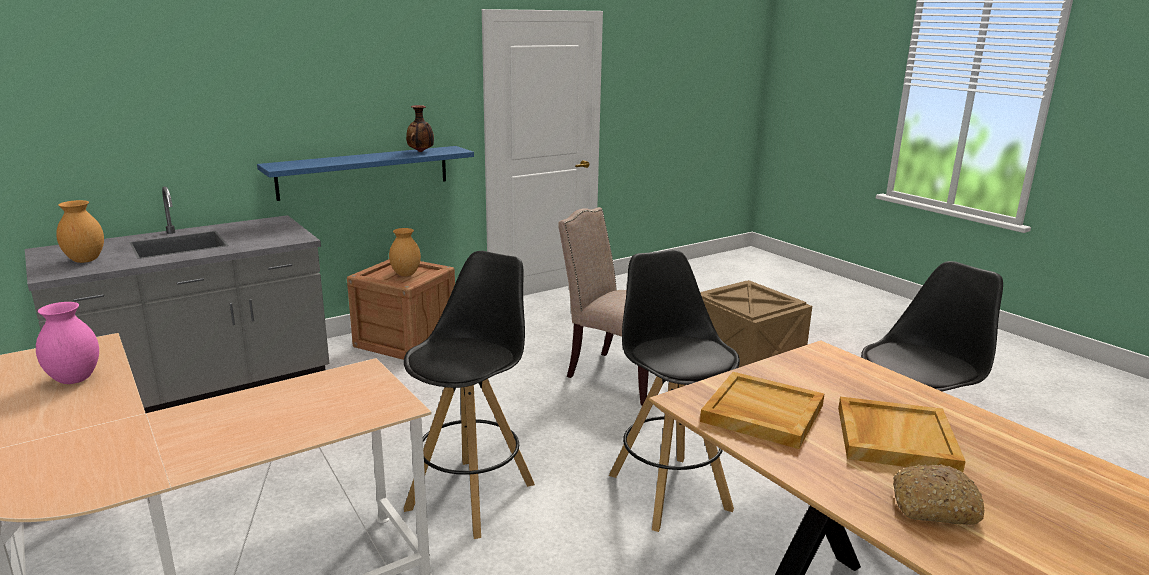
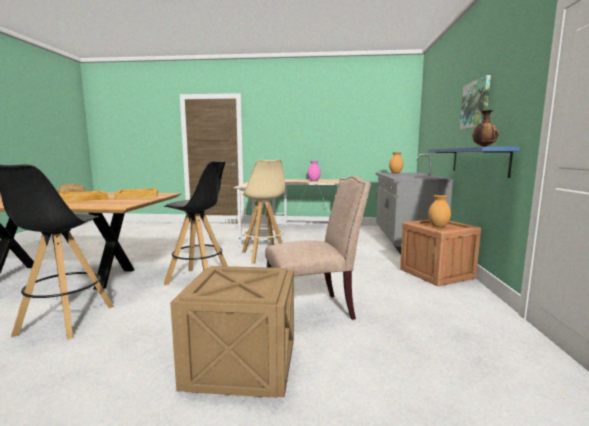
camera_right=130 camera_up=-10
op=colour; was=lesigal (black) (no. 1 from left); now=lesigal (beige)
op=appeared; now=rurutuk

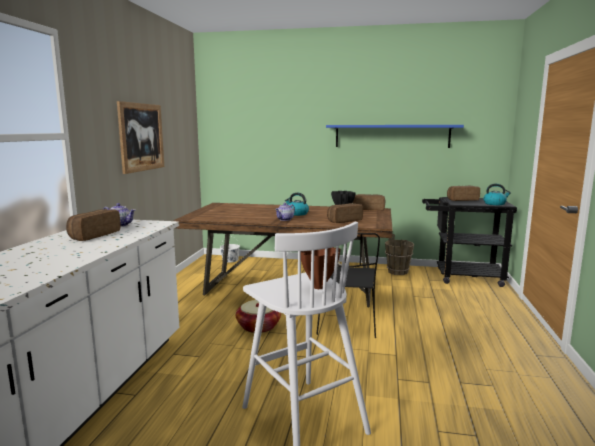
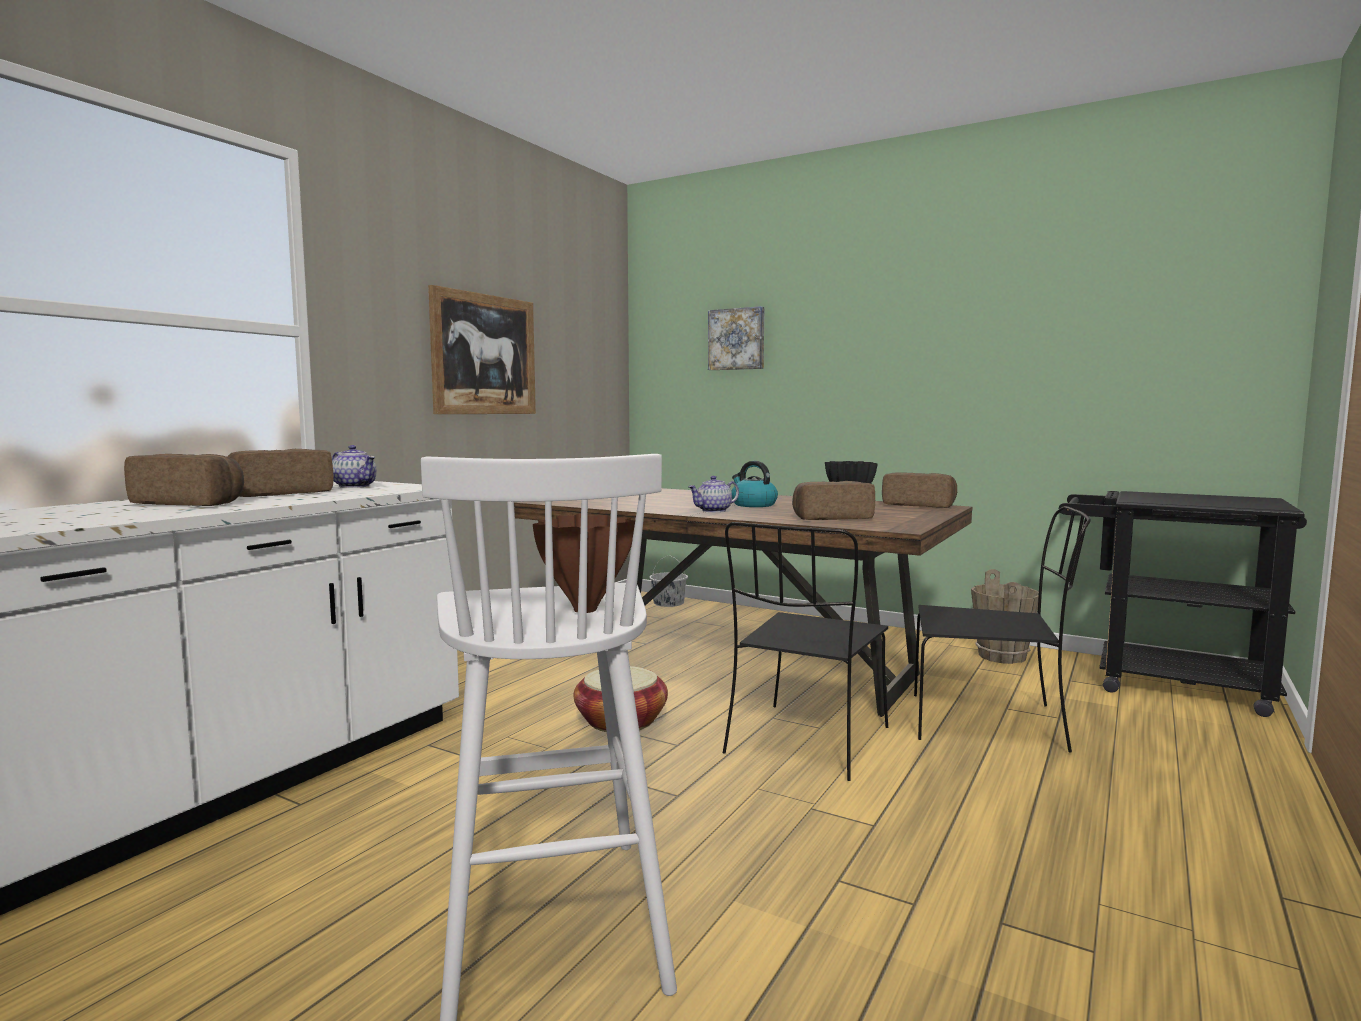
camera_right=20 camera_up=-5
op=missing; was=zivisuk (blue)
op=missing; was=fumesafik (no. 2 from left)
op=relocated; was=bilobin (no. 4 from left in the first image); now=bilobin (no. 1 from left)
op=appeared; now=rurutuk (no. 2 from left)
op=appeared; now=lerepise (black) (no. 2 from left)

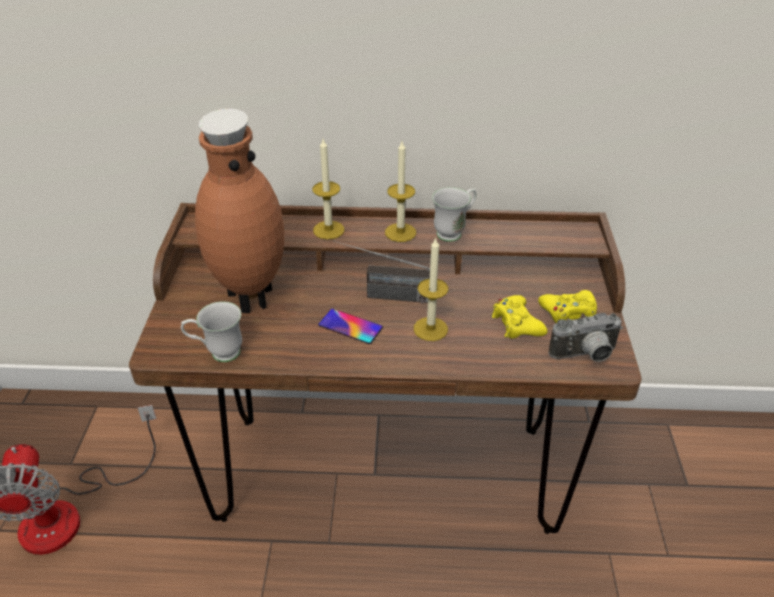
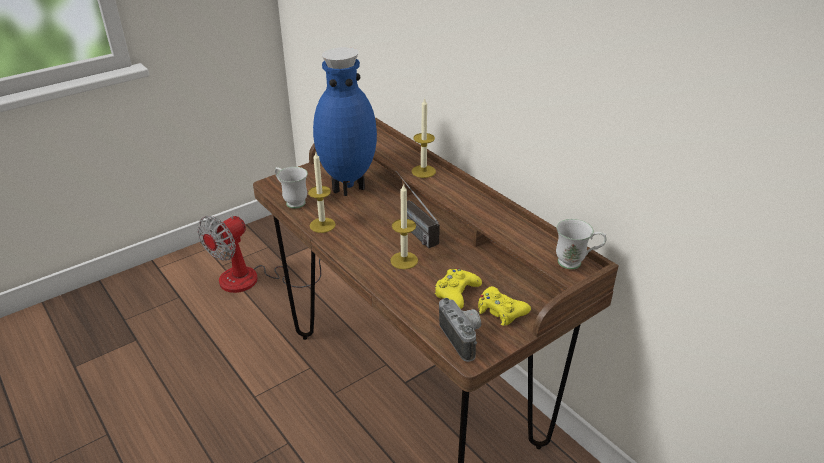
camera_right=50 camera_up=-5
op=colour; was=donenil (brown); now=donenil (blue)
op=relocated; was=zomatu (no. 2 from left in the first image); now=zomatu (no. 1 from left)
op=relocated; was=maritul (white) (no. 2 from left)
op=missing; was=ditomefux
op=spun; was=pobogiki; clockwise=-150

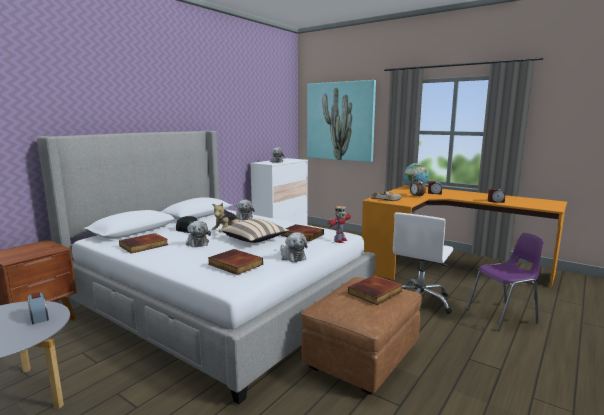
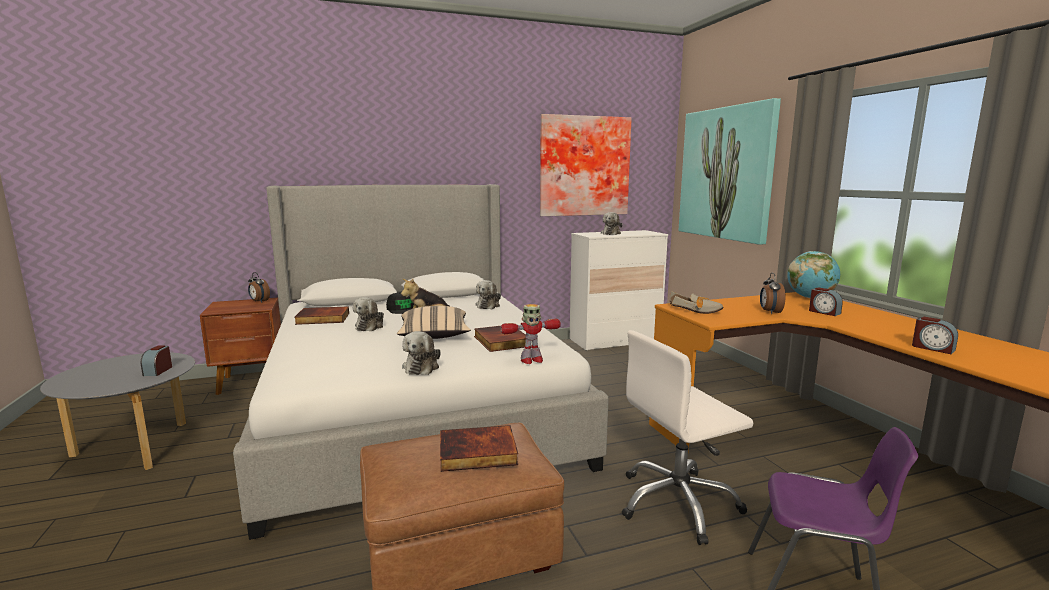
camera_right=35 camera_up=0
op=missing; was=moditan (no. 2 from left)
op=appeared; now=rurutuk (no. 1 from left)
op=appeared; now=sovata (no. 2 from left)

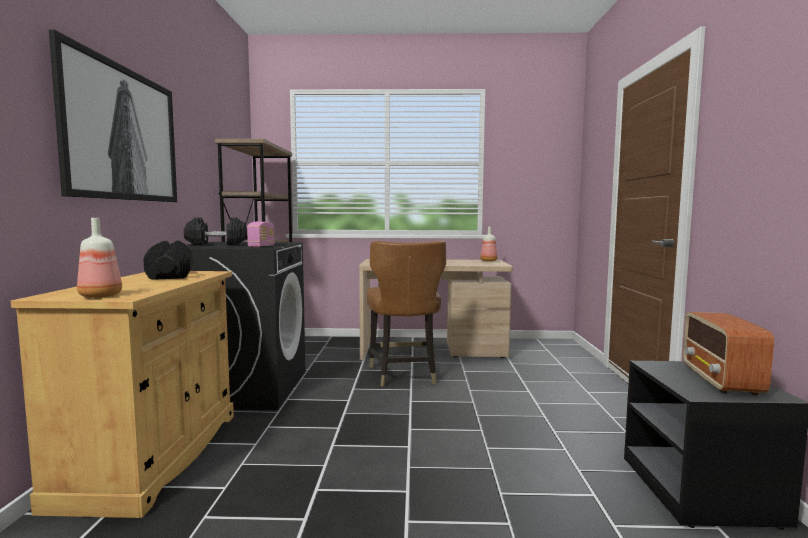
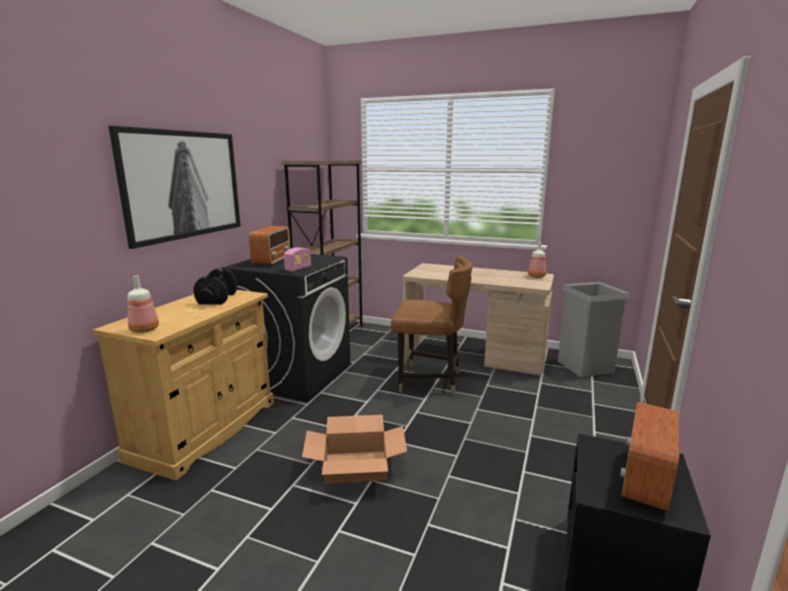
camera_right=20 camera_up=10
op=exchanged; was=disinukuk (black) (no. 2 from left); now=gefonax (no. 1 from left)
op=spun; was=lerepise (brown); clockwise=-90
op=appeared; now=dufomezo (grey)
op=appeared; now=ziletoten

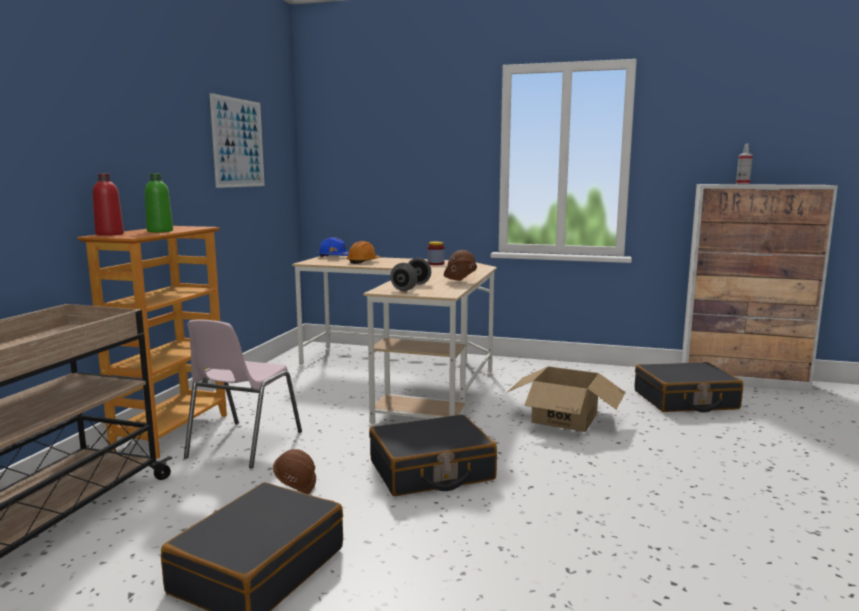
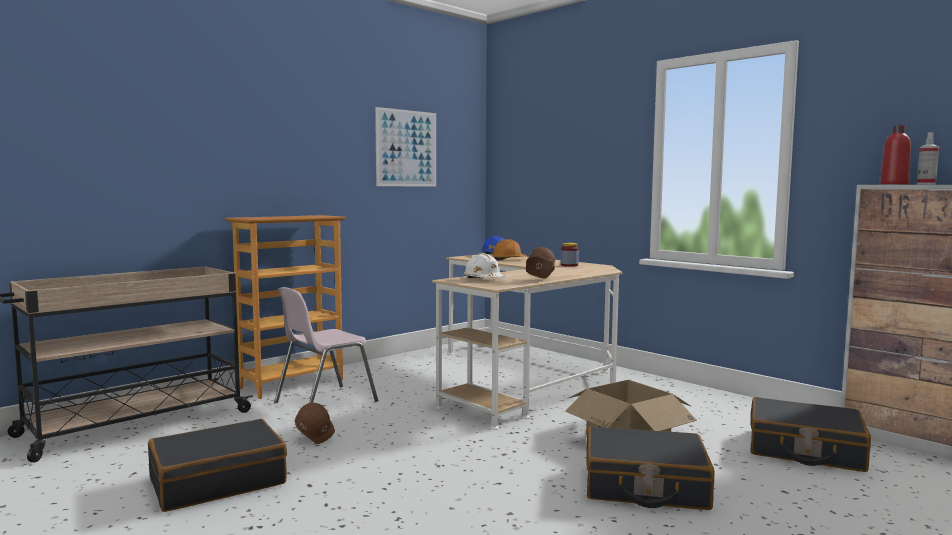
camera_right=30 camera_up=-5
op=relocated; was=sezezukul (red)
op=missing; was=sezezukul (green)
op=exchanged; was=disinukuk (grey); now=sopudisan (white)
op=relocated; was=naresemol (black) (no. 2 from left)

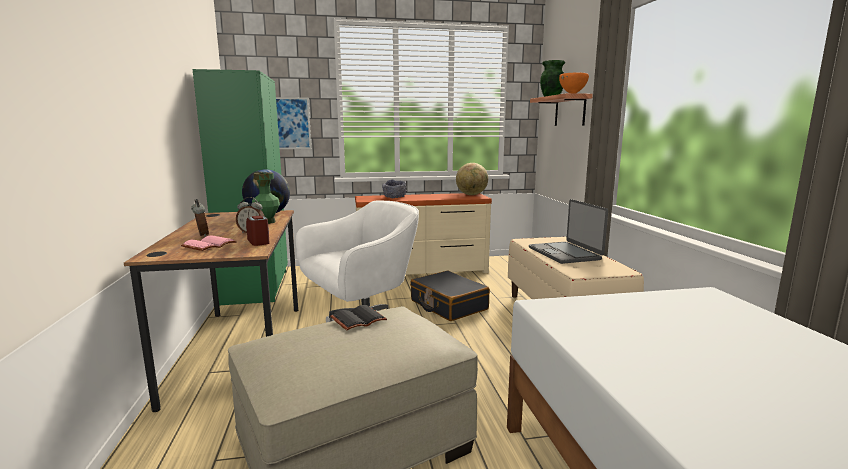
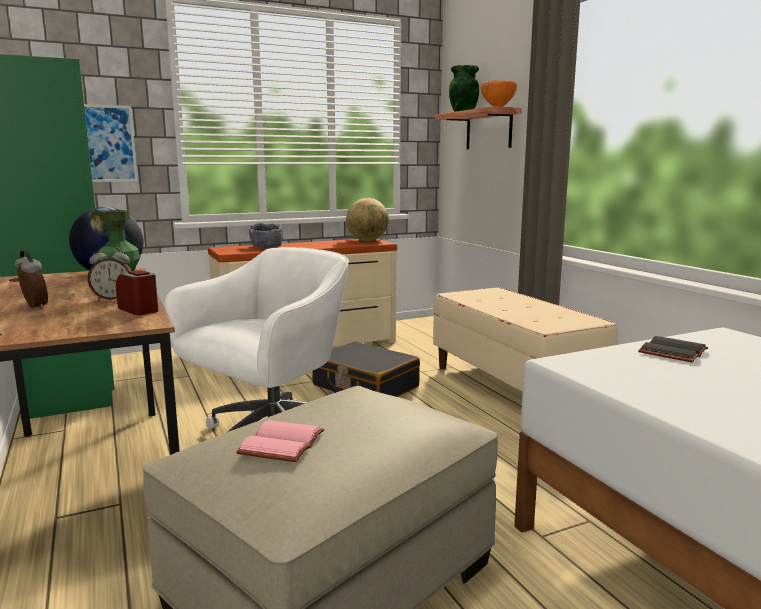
camera_right=-15 camera_up=0
op=missing; was=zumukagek
op=relocated; was=moditan (pink)
op=relocated; was=moditan (black)

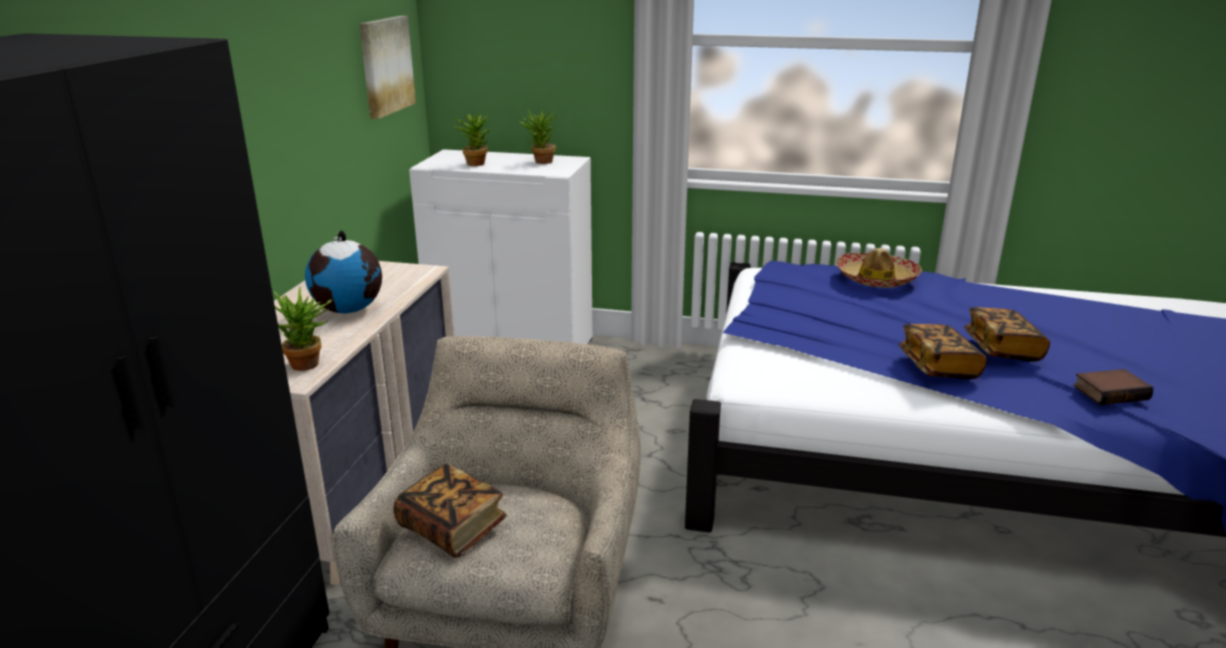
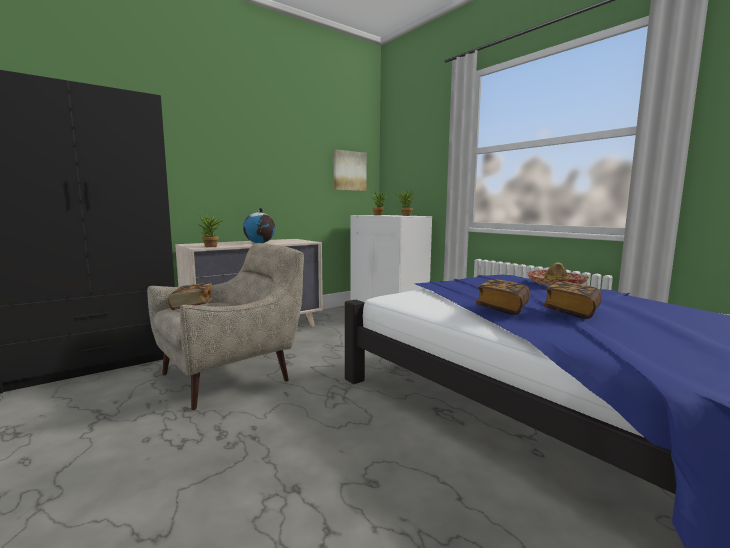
camera_right=40 camera_up=-15
op=missing; was=moditan (no. 4 from left)

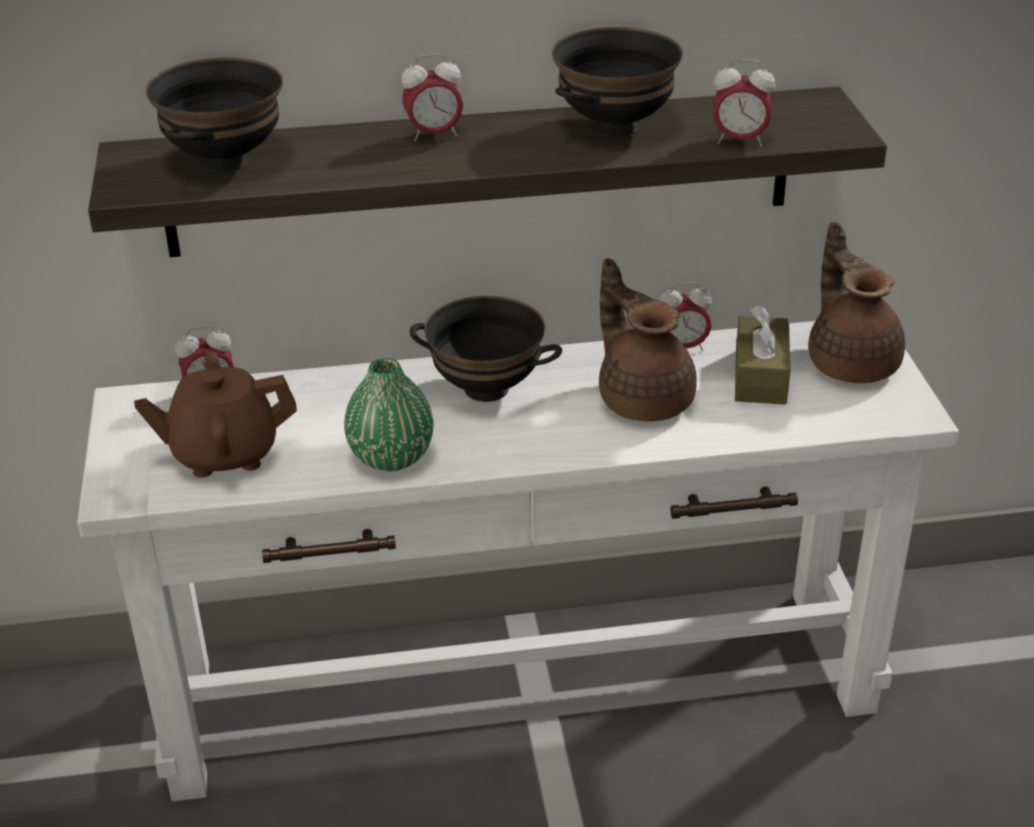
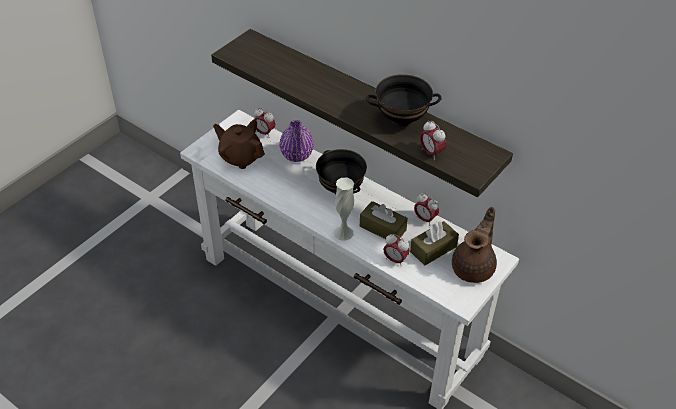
camera_right=45 camera_up=10
op=relocated; was=sovata (no. 2 from left)
op=missing; was=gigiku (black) (no. 1 from left)
op=exchanged; was=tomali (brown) (no. 2 from left); now=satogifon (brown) (no. 1 from left)
op=missing; was=donenil (green)
op=appeared; now=donenil (purple)
op=appeared; now=donenil (white)

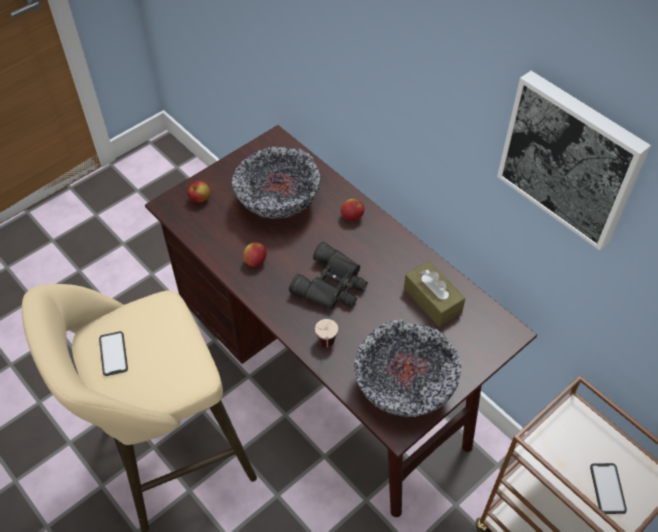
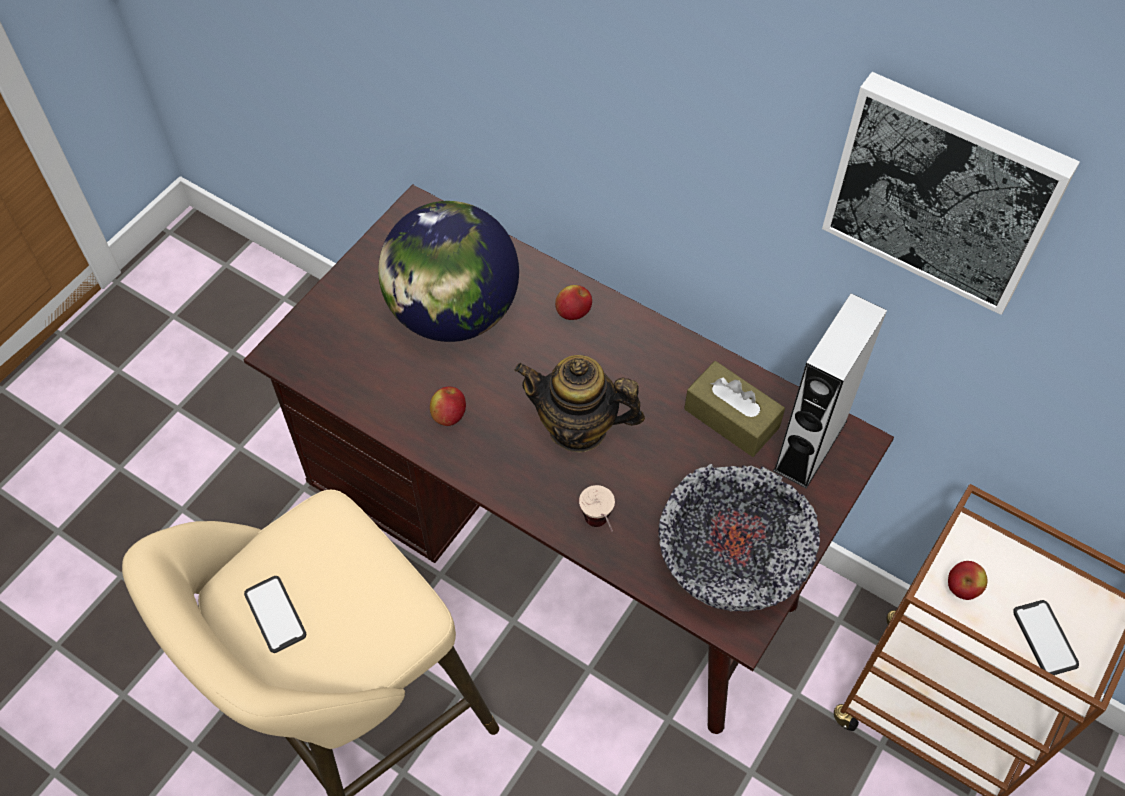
camera_right=-15 camera_up=5
op=exchanged; was=gigiku (no. 1 from left); now=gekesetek
op=relocated; was=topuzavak (no. 1 from left in the first image); now=topuzavak (no. 3 from left)
op=exchanged; was=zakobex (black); now=tomali
op=appeared; now=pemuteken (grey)

